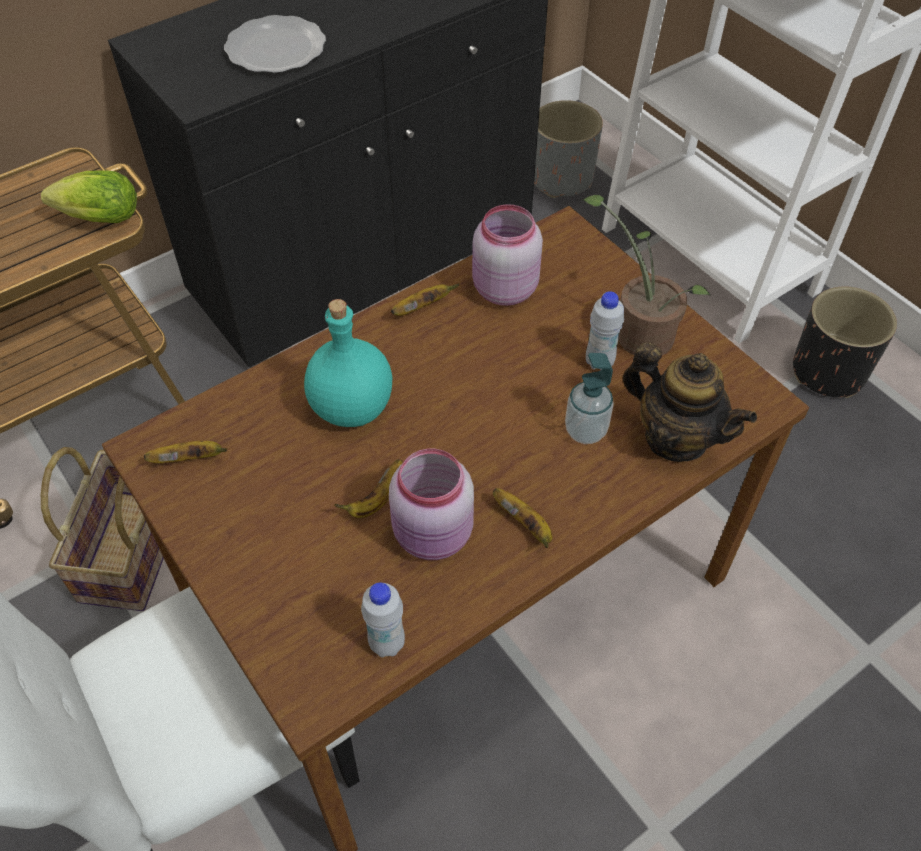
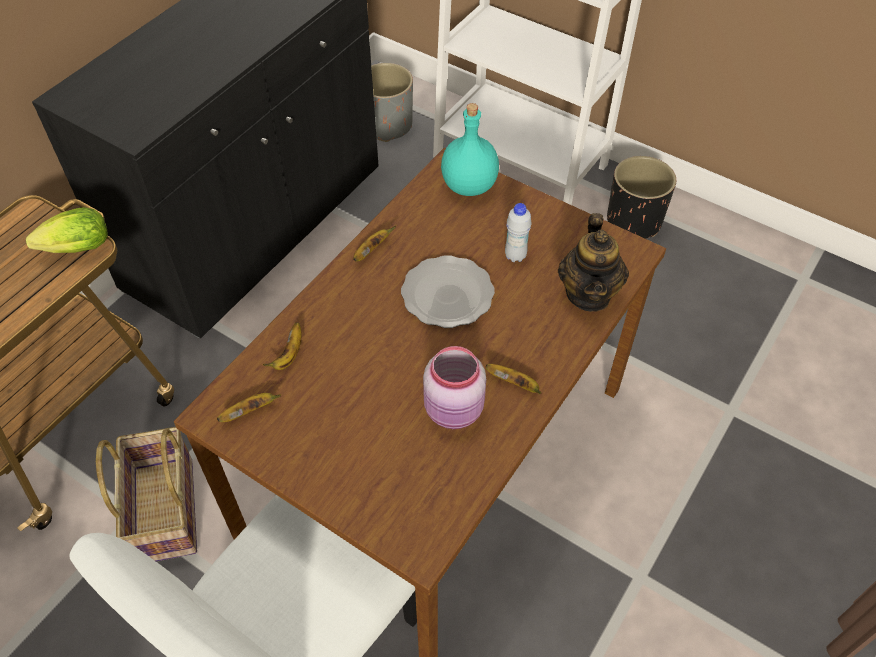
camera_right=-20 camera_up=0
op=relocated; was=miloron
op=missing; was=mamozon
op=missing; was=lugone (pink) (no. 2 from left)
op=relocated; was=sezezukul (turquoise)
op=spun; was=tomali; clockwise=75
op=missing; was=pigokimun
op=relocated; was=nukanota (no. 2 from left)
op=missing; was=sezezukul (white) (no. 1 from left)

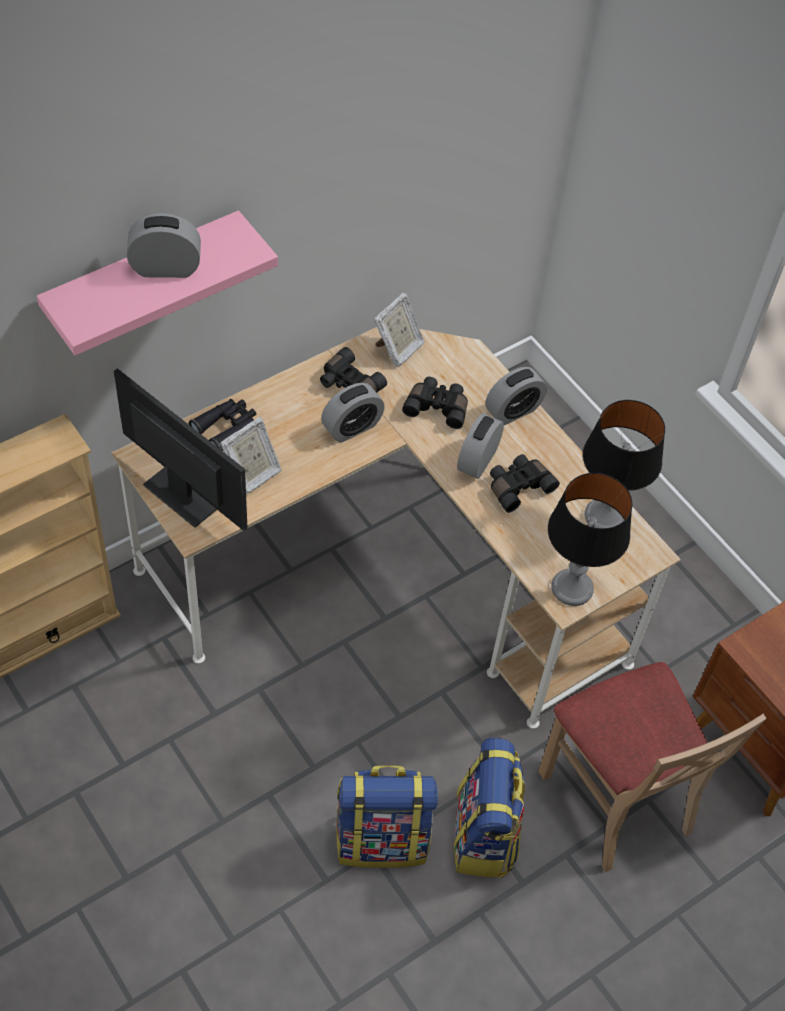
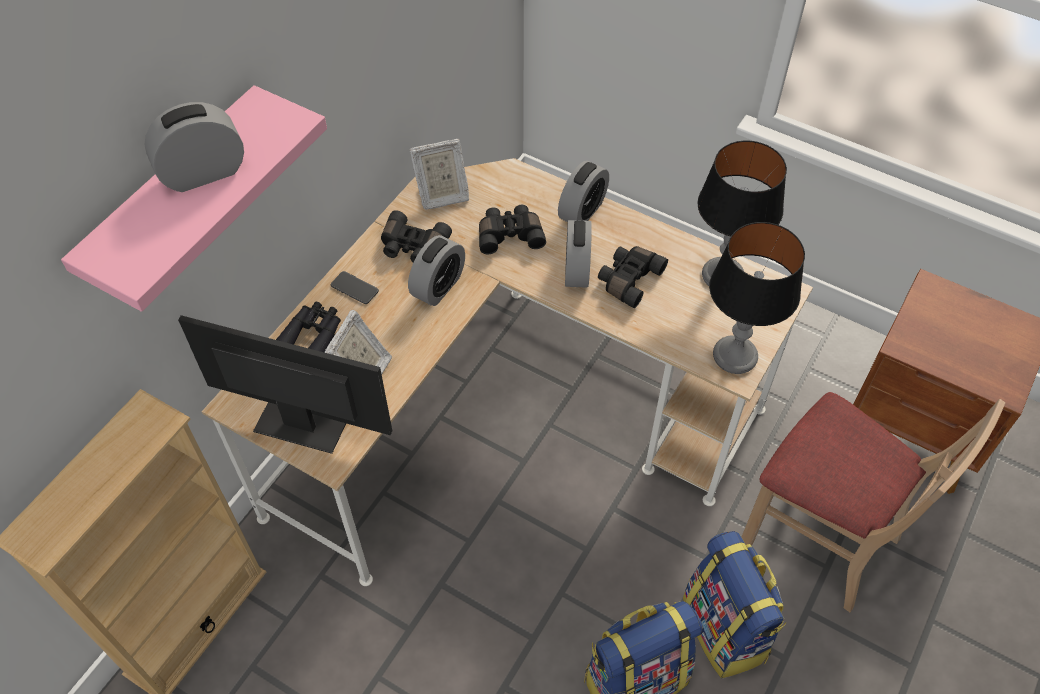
camera_right=-20 camera_up=0
op=spun; was=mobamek (no. 2 from left); clockwise=60
op=appeared; now=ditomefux

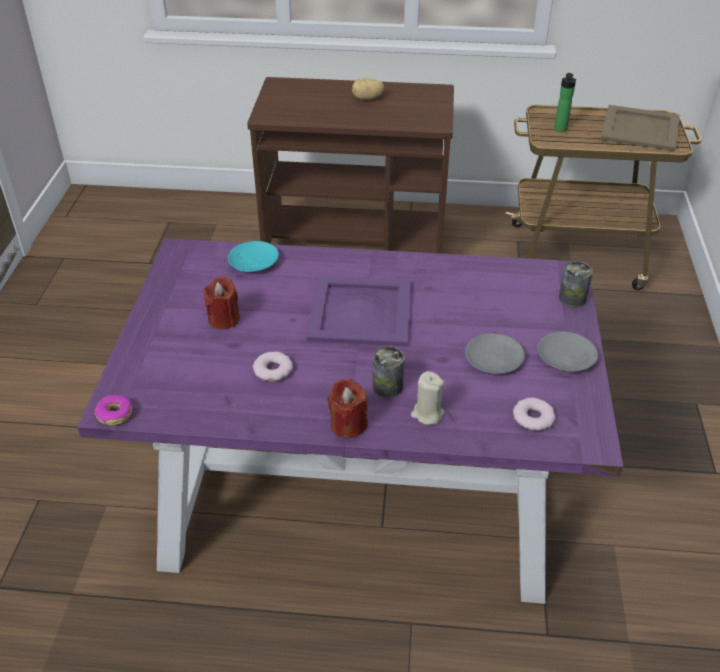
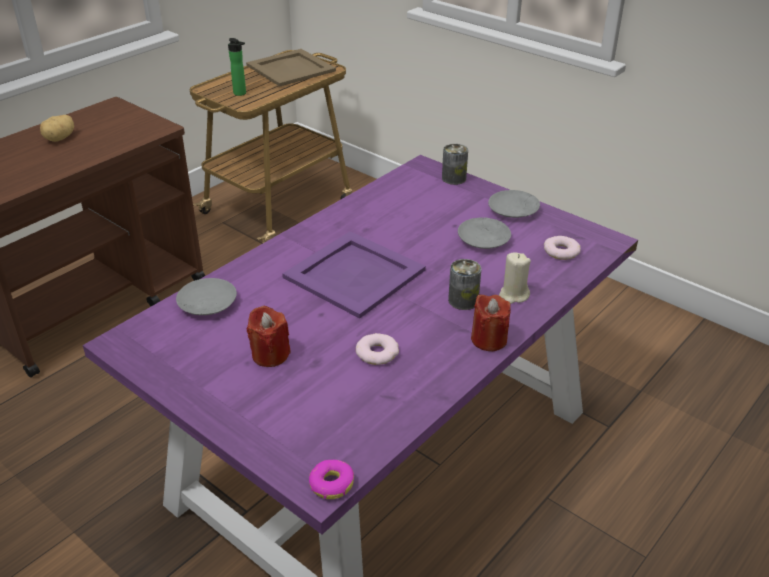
camera_right=-55 camera_up=-5
op=colour; was=miloron (turquoise); now=miloron (grey) (no. 1 from left)

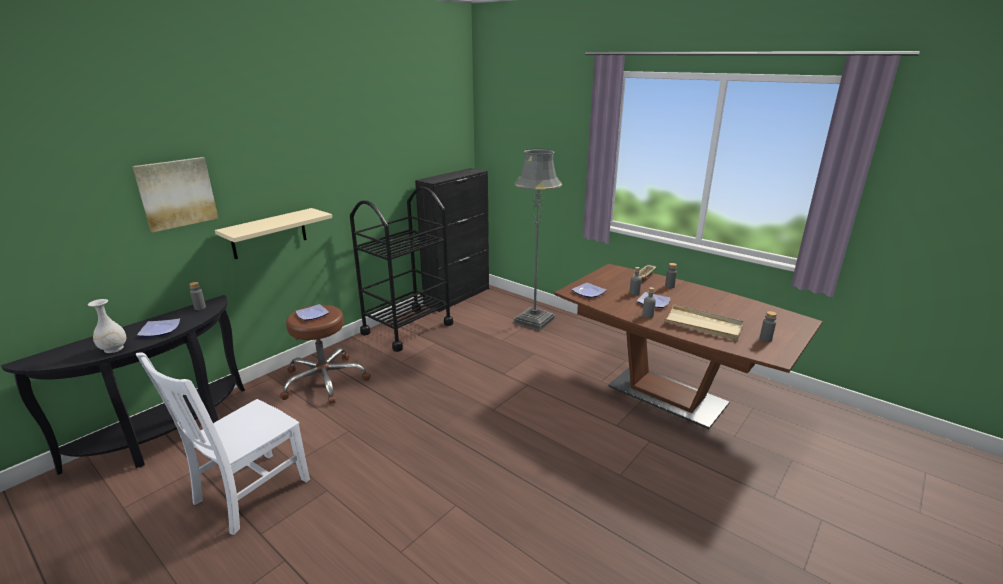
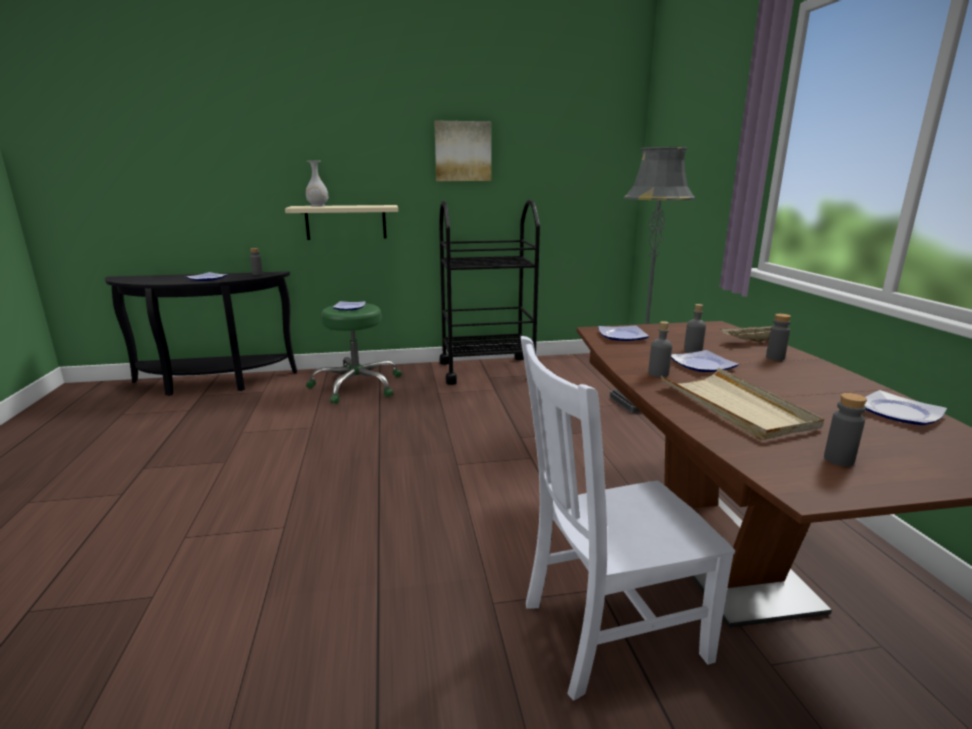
camera_right=40 camera_up=-5
op=relocated; was=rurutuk
op=missing; was=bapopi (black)
op=relocated; was=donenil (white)
op=colour; was=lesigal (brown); now=lesigal (green)
op=relocated; was=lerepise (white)
op=appeared; now=miloron (no. 5 from left)

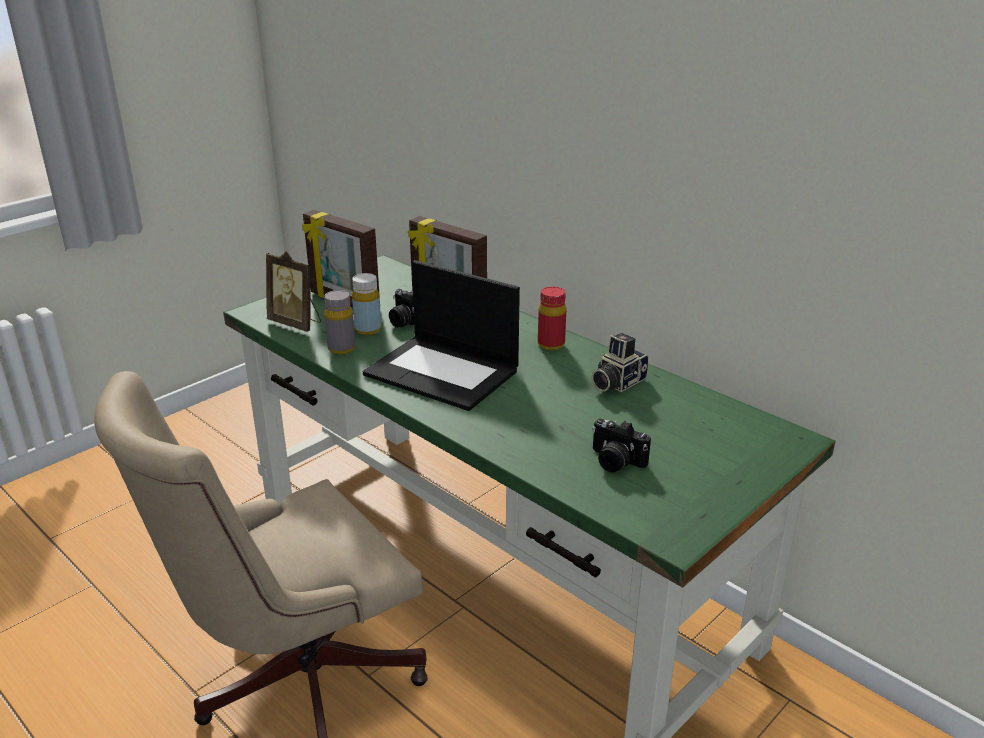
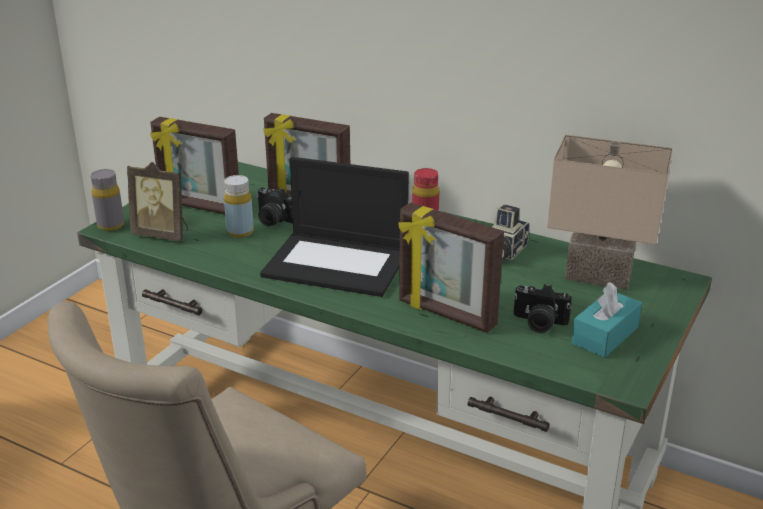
camera_right=-15 camera_up=0
op=relocated; was=sezezukul (grey)
op=appeared; now=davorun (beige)
op=appeared; now=mobamek (no. 4 from left)
op=appeared; now=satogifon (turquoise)

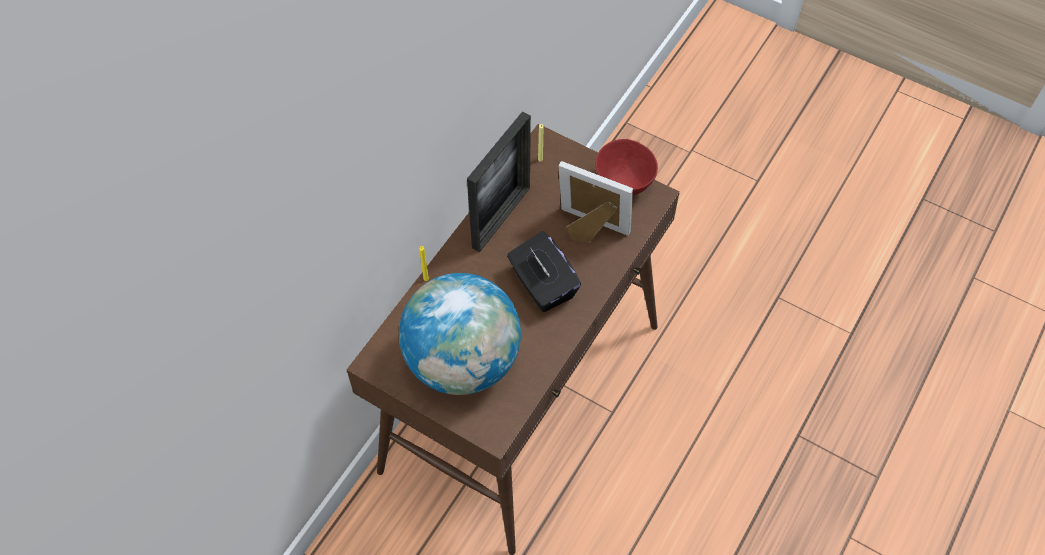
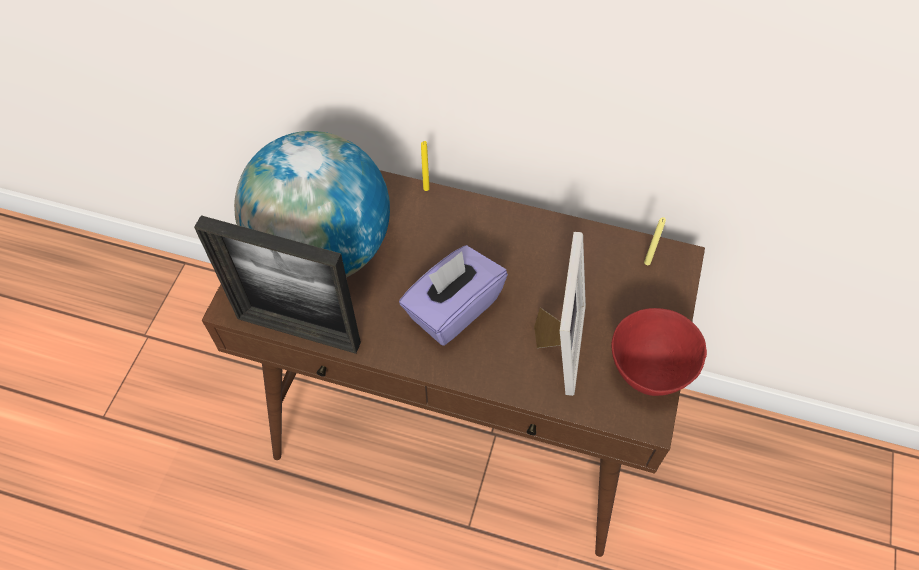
camera_right=75 camera_up=0
op=relocated; was=mobamek (no. 1 from left)
op=colour; was=satogifon (black); now=satogifon (purple)

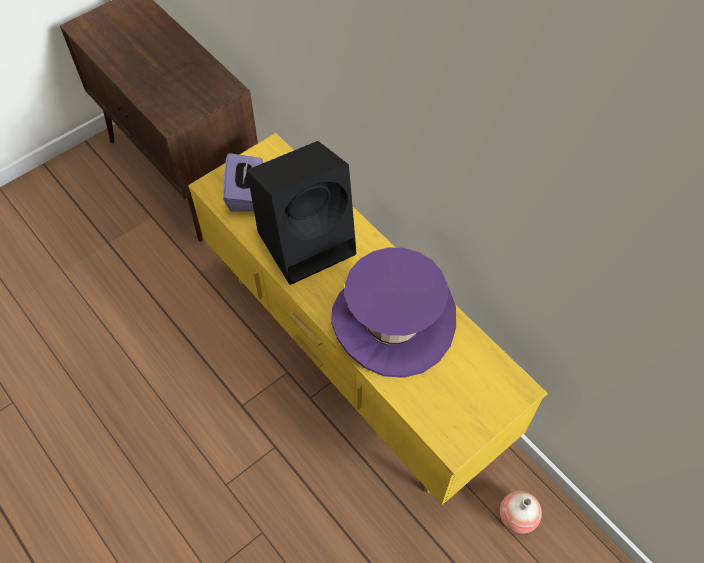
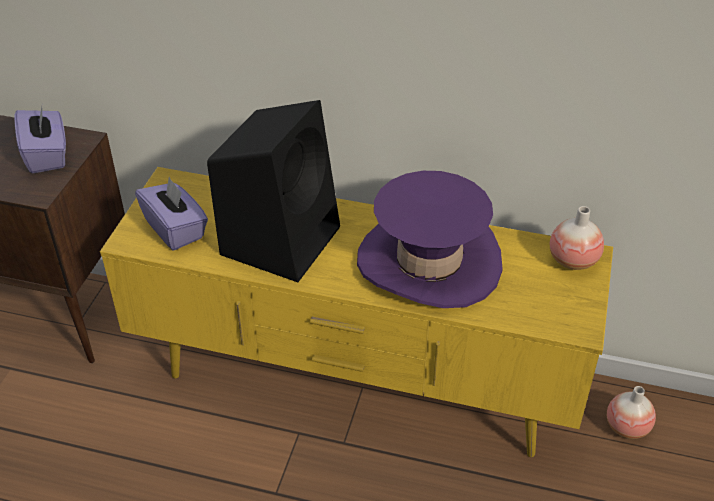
camera_right=-35 camera_up=-15
op=appeared; now=satogifon (purple) (no. 1 from left)
op=appeared; now=donenil (no. 1 from left)

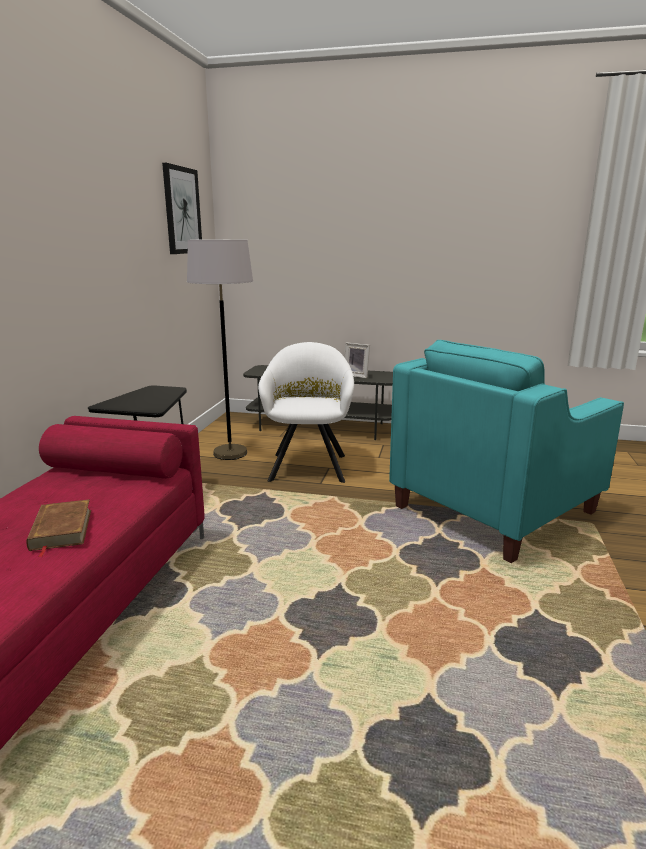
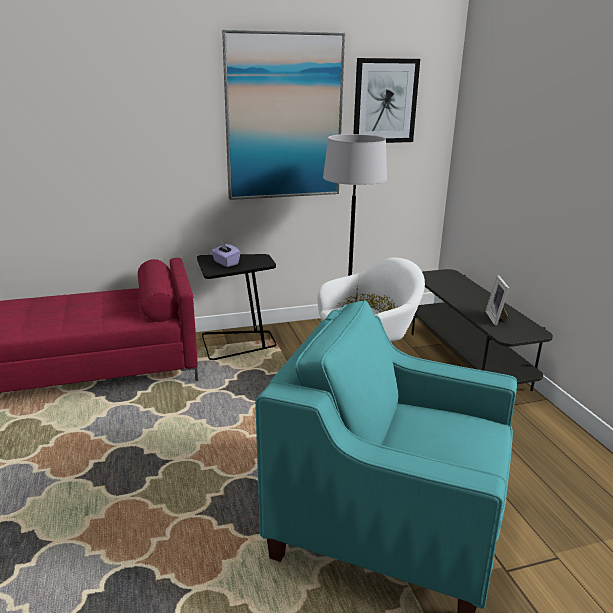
camera_right=60 camera_up=5
op=missing; was=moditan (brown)
op=appeared; now=rurutuk (no. 1 from left)
op=appeared; now=satogifon (purple)

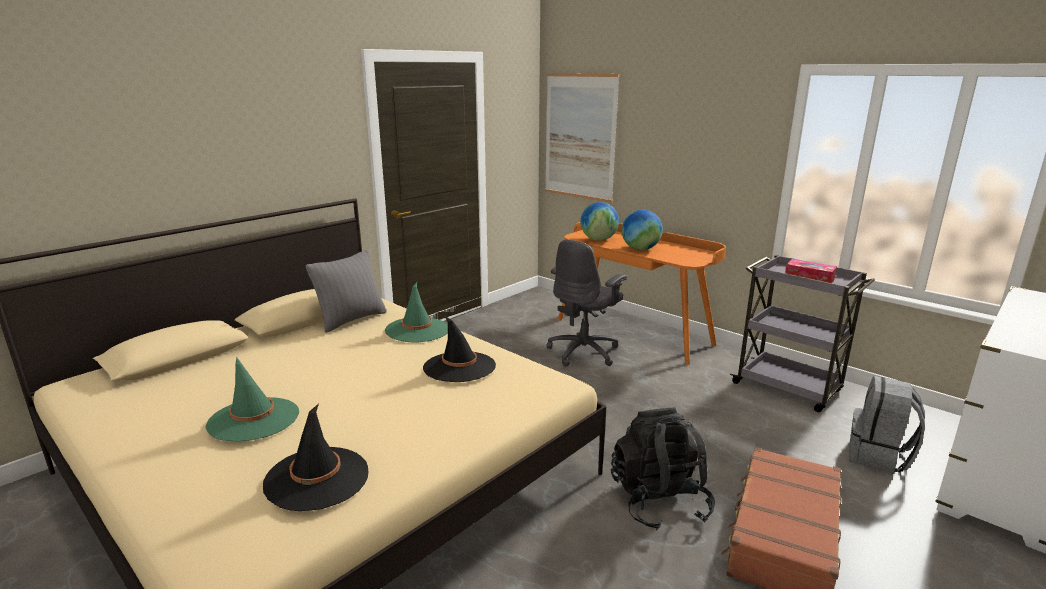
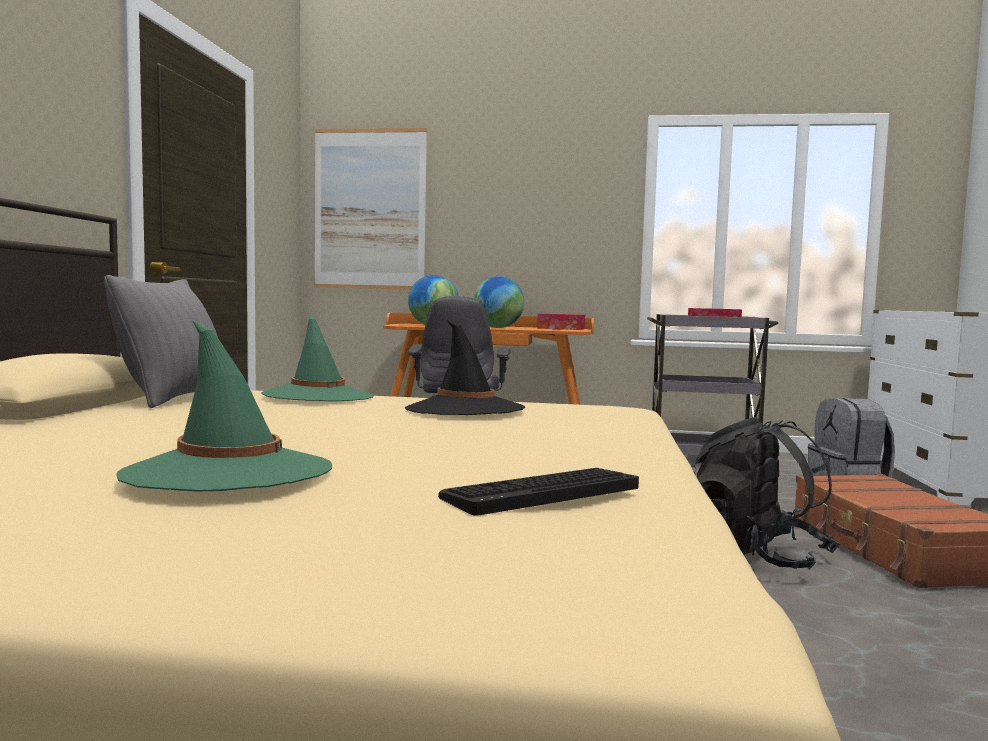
camera_right=-35 camera_up=-15
op=exchanged; was=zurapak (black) (no. 1 from left); now=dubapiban
op=appeared; now=satogifon (no. 1 from left)

